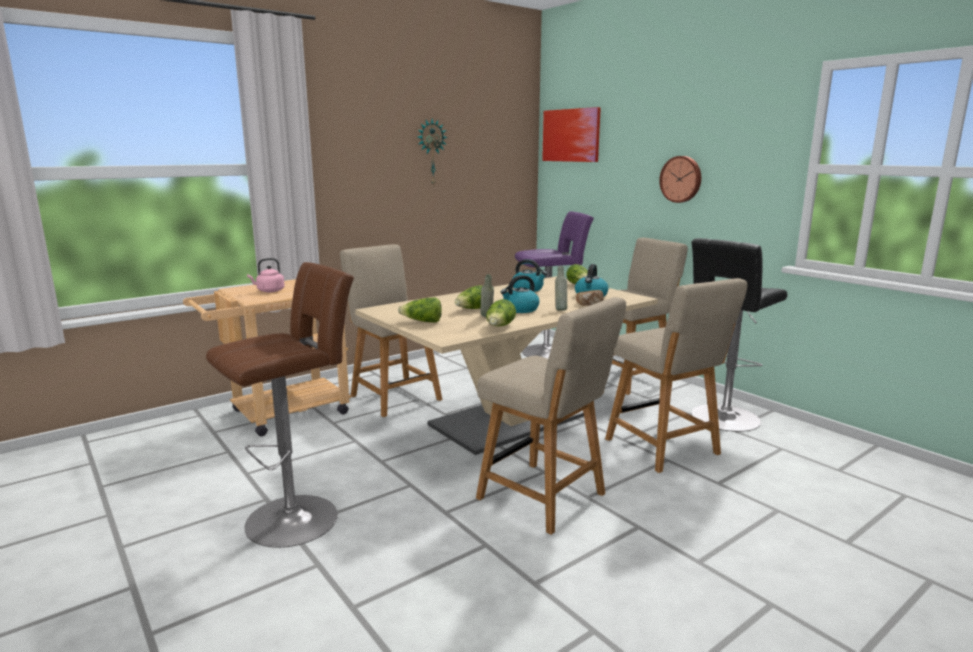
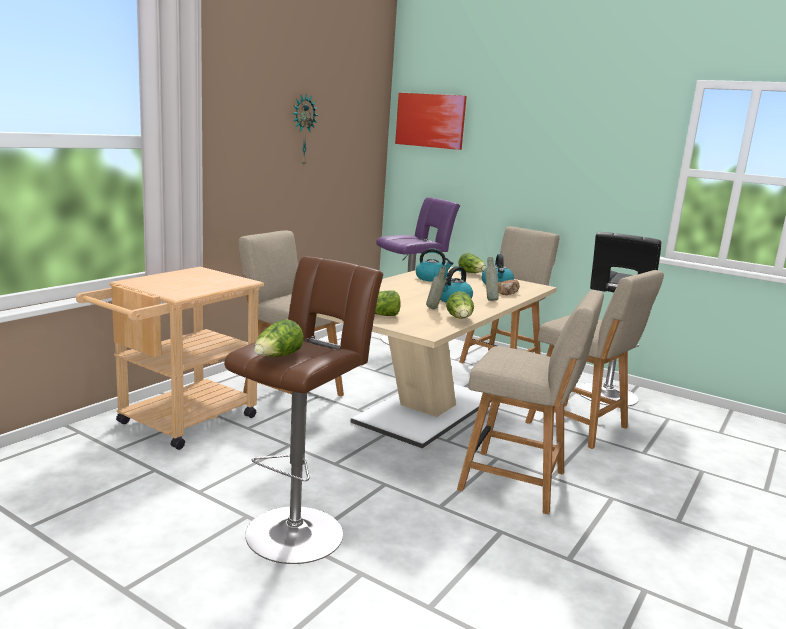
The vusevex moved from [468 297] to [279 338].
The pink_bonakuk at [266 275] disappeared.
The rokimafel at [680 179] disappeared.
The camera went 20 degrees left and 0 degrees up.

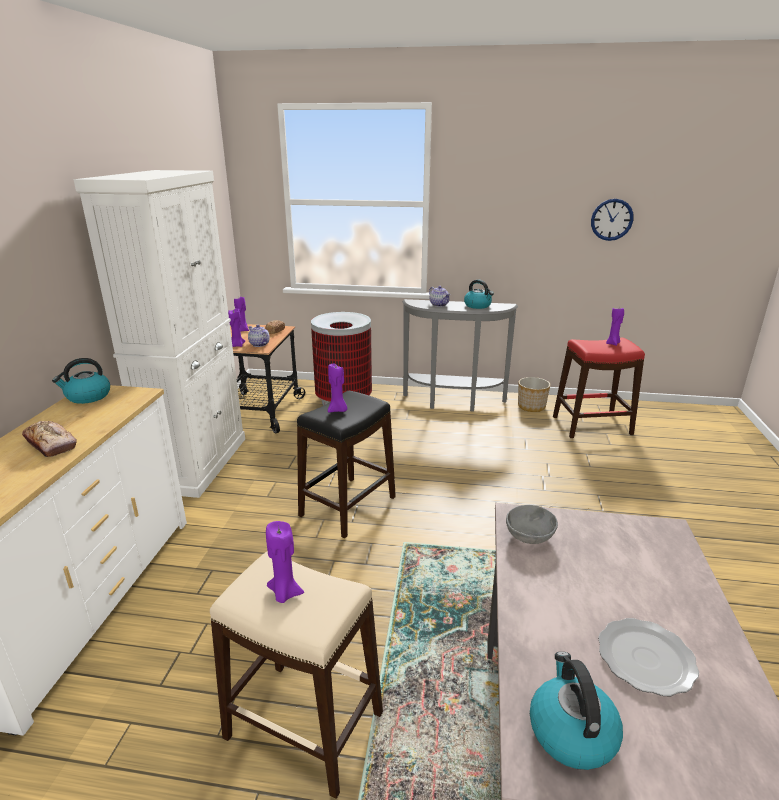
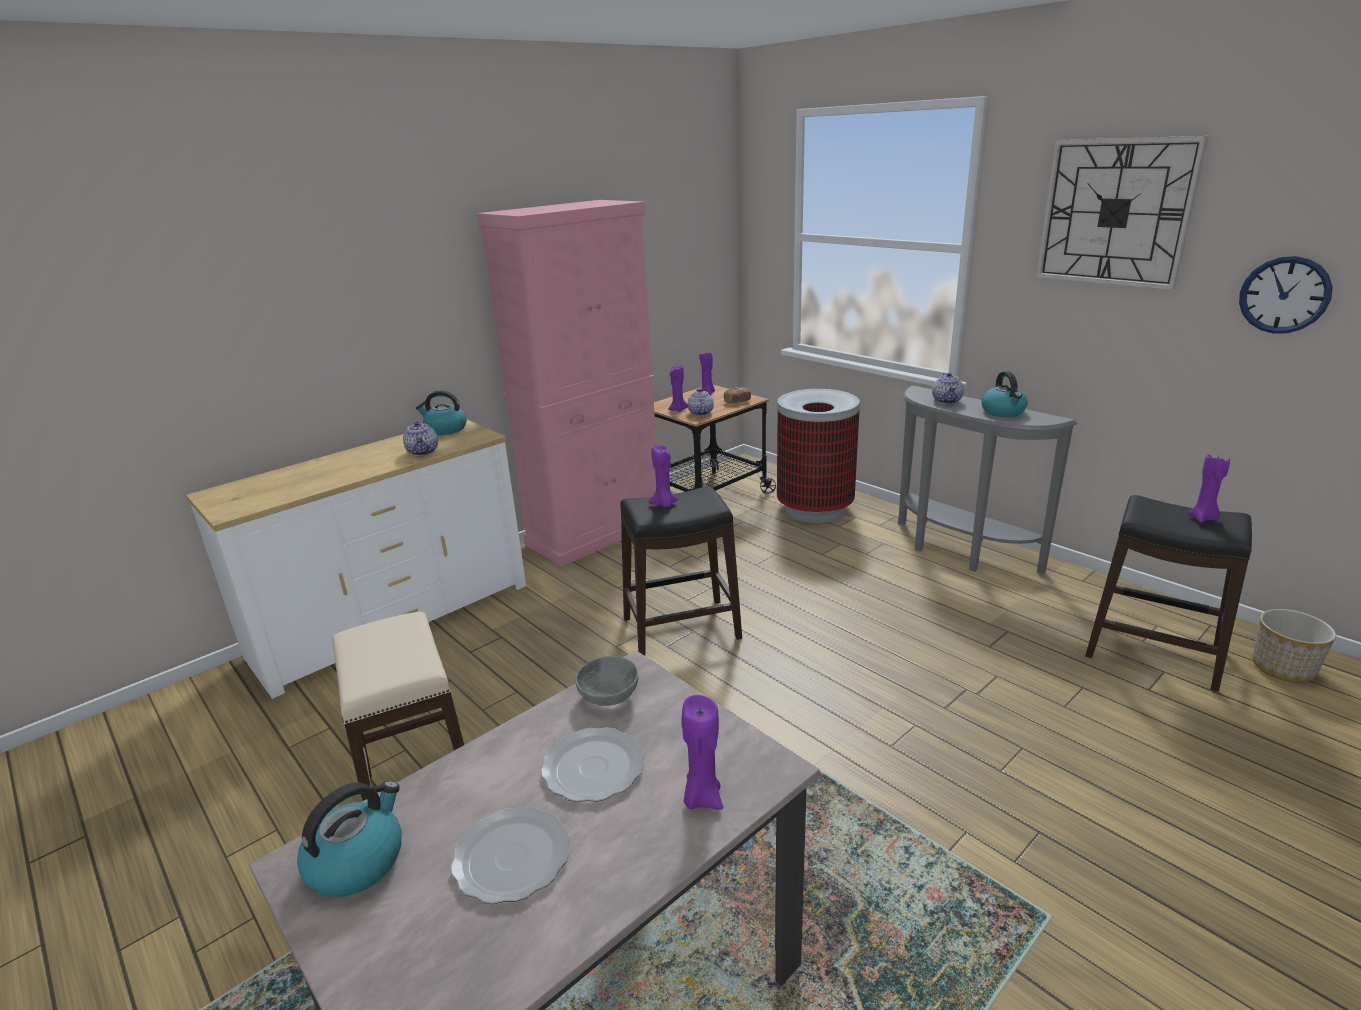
The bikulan at [420 438] appeared.
The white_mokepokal at [159 334] became the pink_mokepokal at [566 383].
The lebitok at [592 764] appeared.
The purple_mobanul moved from [285 562] to [702 752].
The rokimafel at [1122 213] appeared.
The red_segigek at [599 388] became the black_segigek at [1168 593].
The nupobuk moved from [534 394] to [1294 646].
The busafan at [49 439] disappeared.
The camera went 40 degrees right and 0 degrees up.

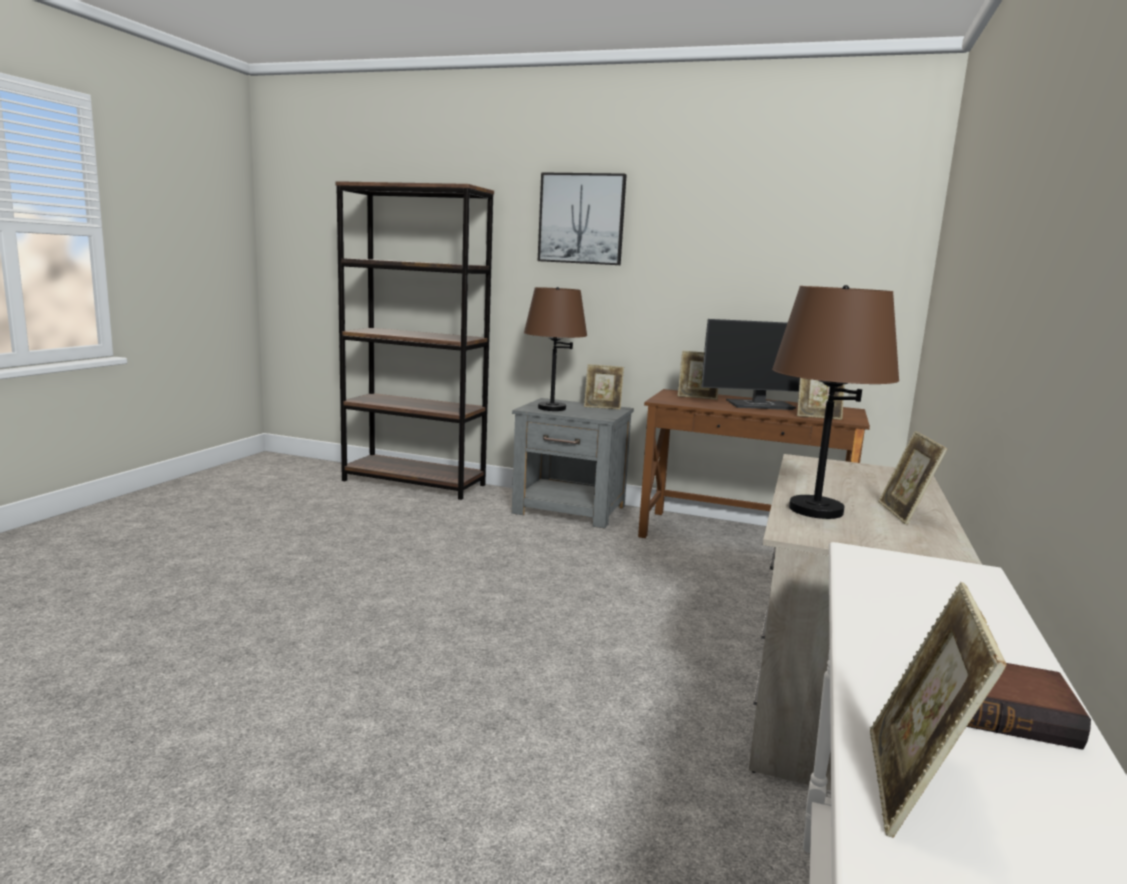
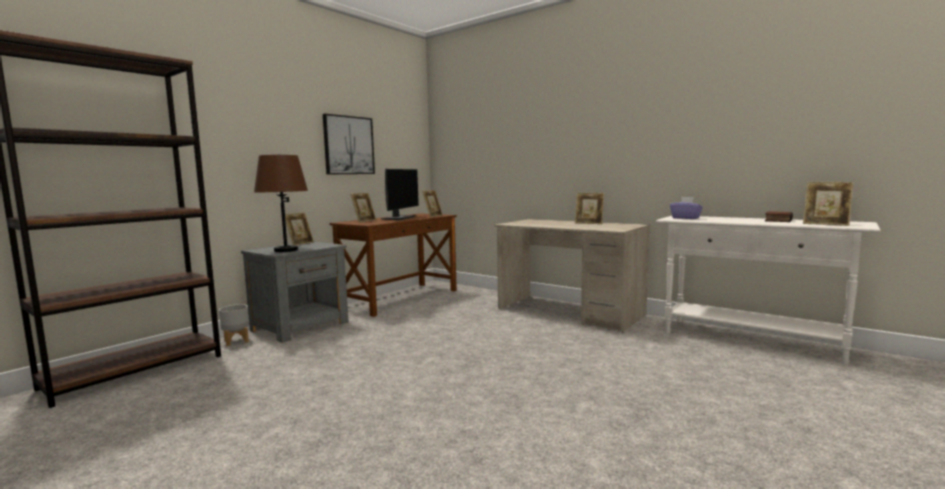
The grey_nupobuk at [234 325] appeared.
The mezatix moved from [582 218] to [349 144].
The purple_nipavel at [686 208] appeared.
The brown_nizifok at [835 402] disappeared.
The camera went 70 degrees left and 5 degrees down.

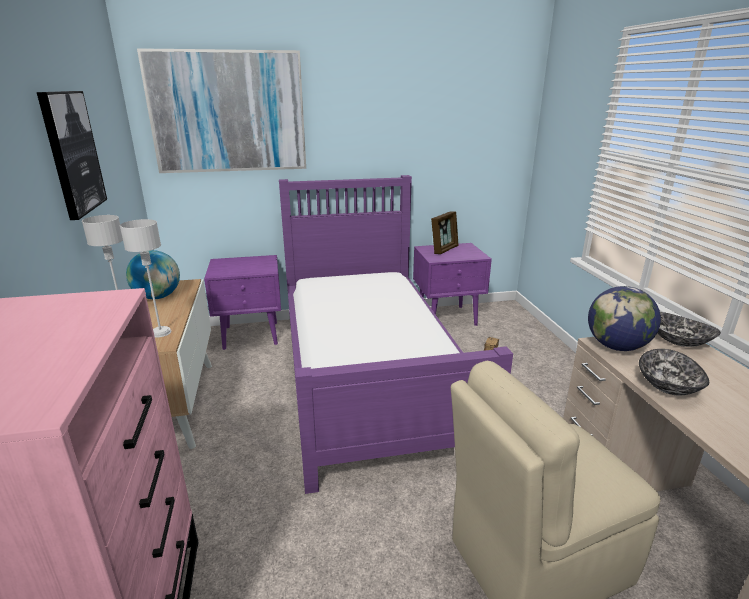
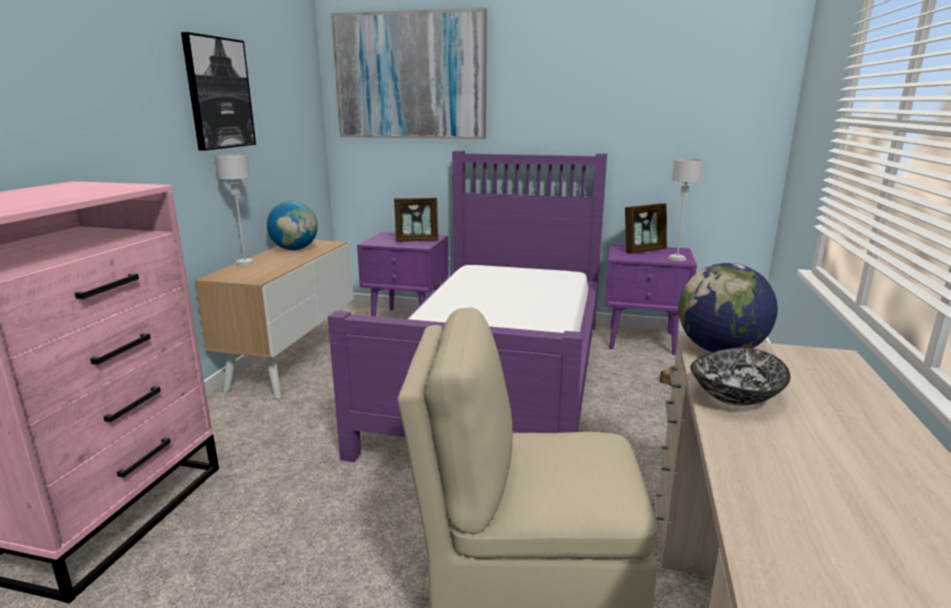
The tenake at [416 220] appeared.
The grey_nizifok moved from [145 278] to [685 210].
The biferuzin at [689 329] disappeared.
The camera went 25 degrees right and 5 degrees down.

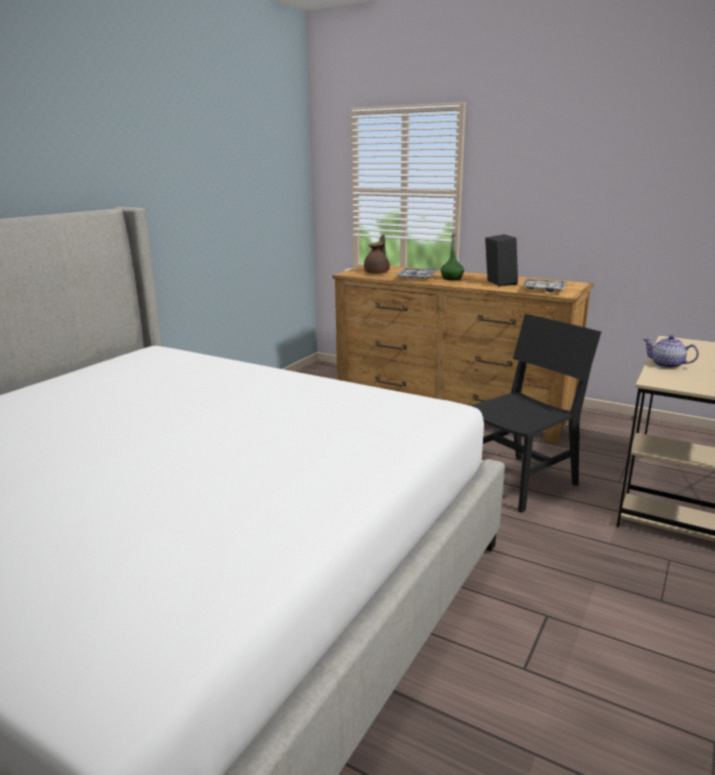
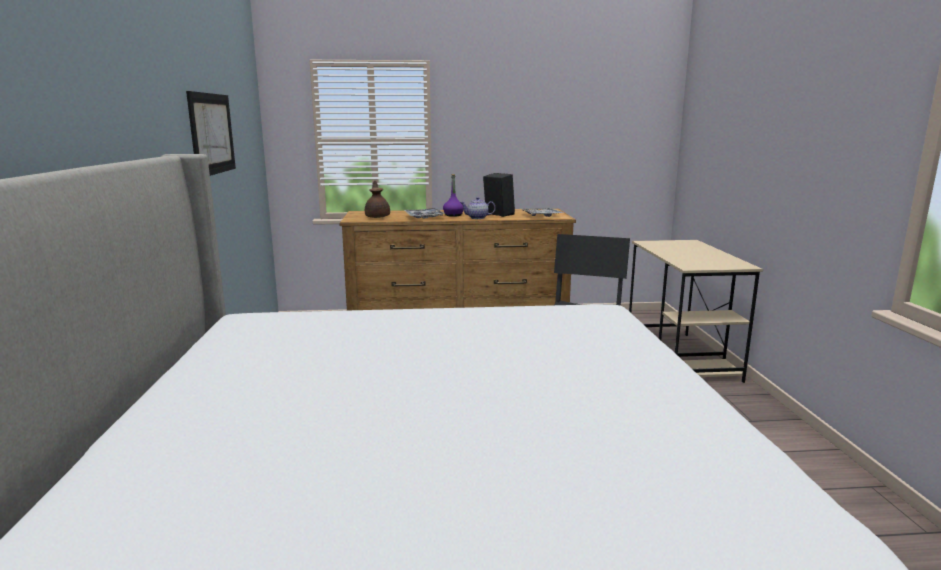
The mezatix at [211 133] appeared.
The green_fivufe at [452 256] became the purple_fivufe at [453 195].
The bikulan moved from [671 351] to [478 208].
The camera went 35 degrees left and 5 degrees down.

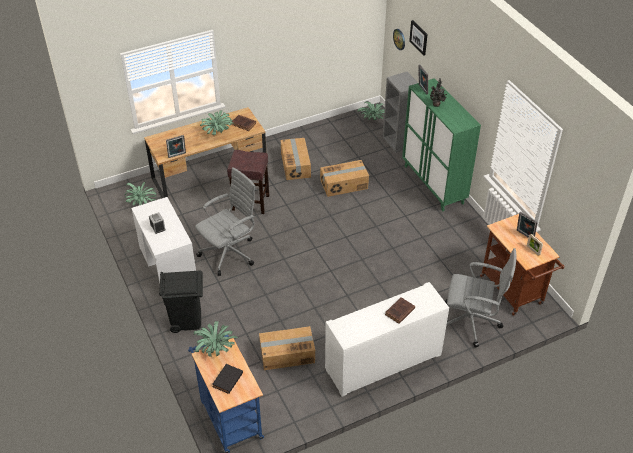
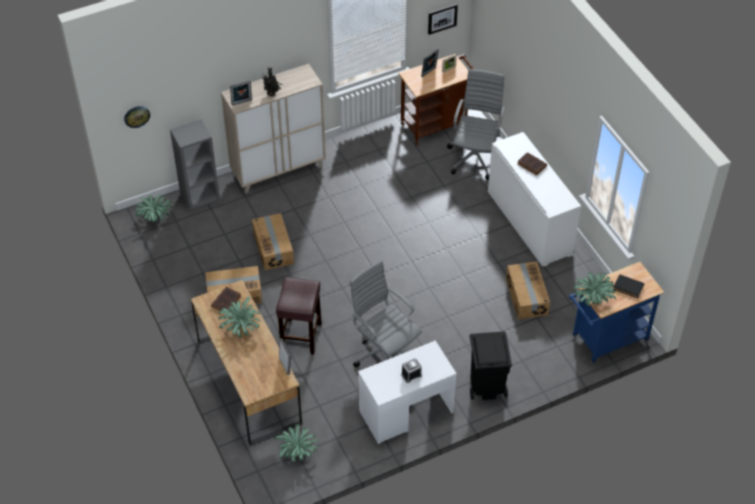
The green_mokepokal at [441 144] became the beige_mokepokal at [273 128].
The mezatix moved from [418 38] to [443 19].
The camera went 90 degrees left and 5 degrees up.

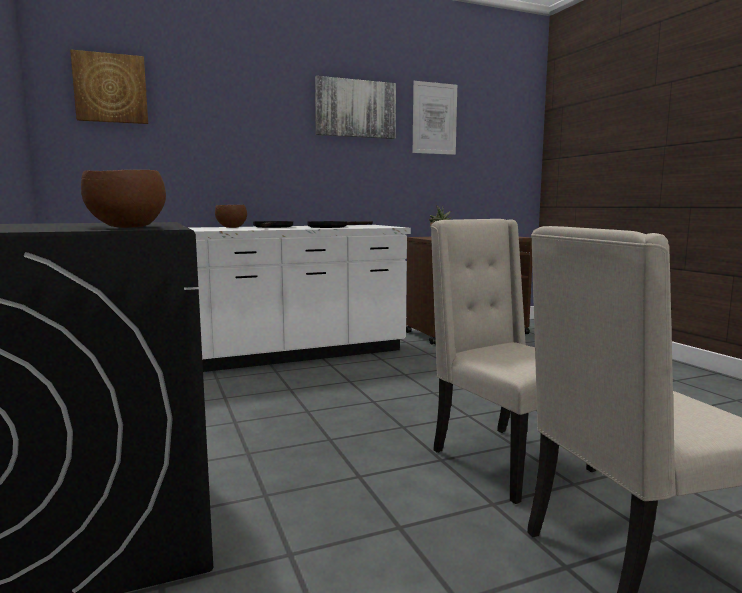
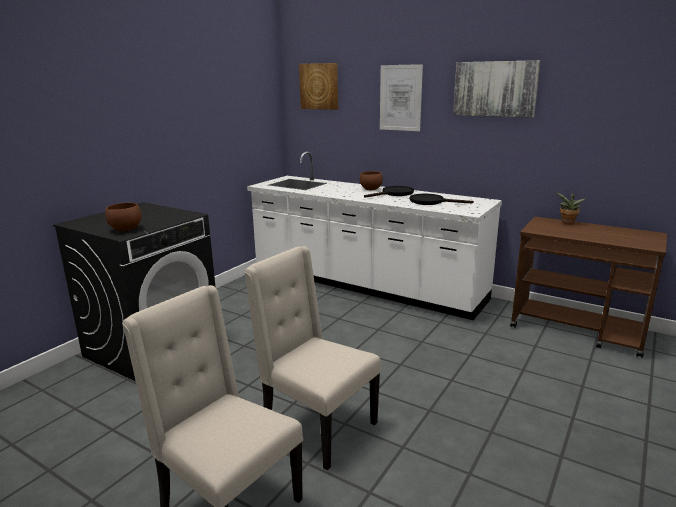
The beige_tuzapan at [514 361] turned 75 degrees counterclockwise.
The mezatix moved from [435 118] to [401 97].
The camera went 55 degrees right and 10 degrees up.

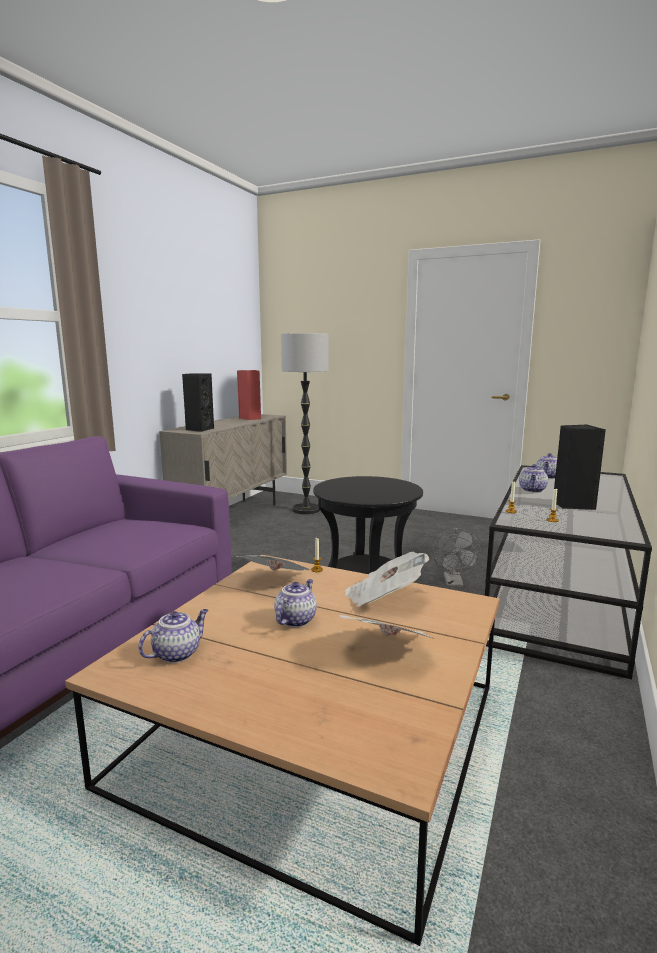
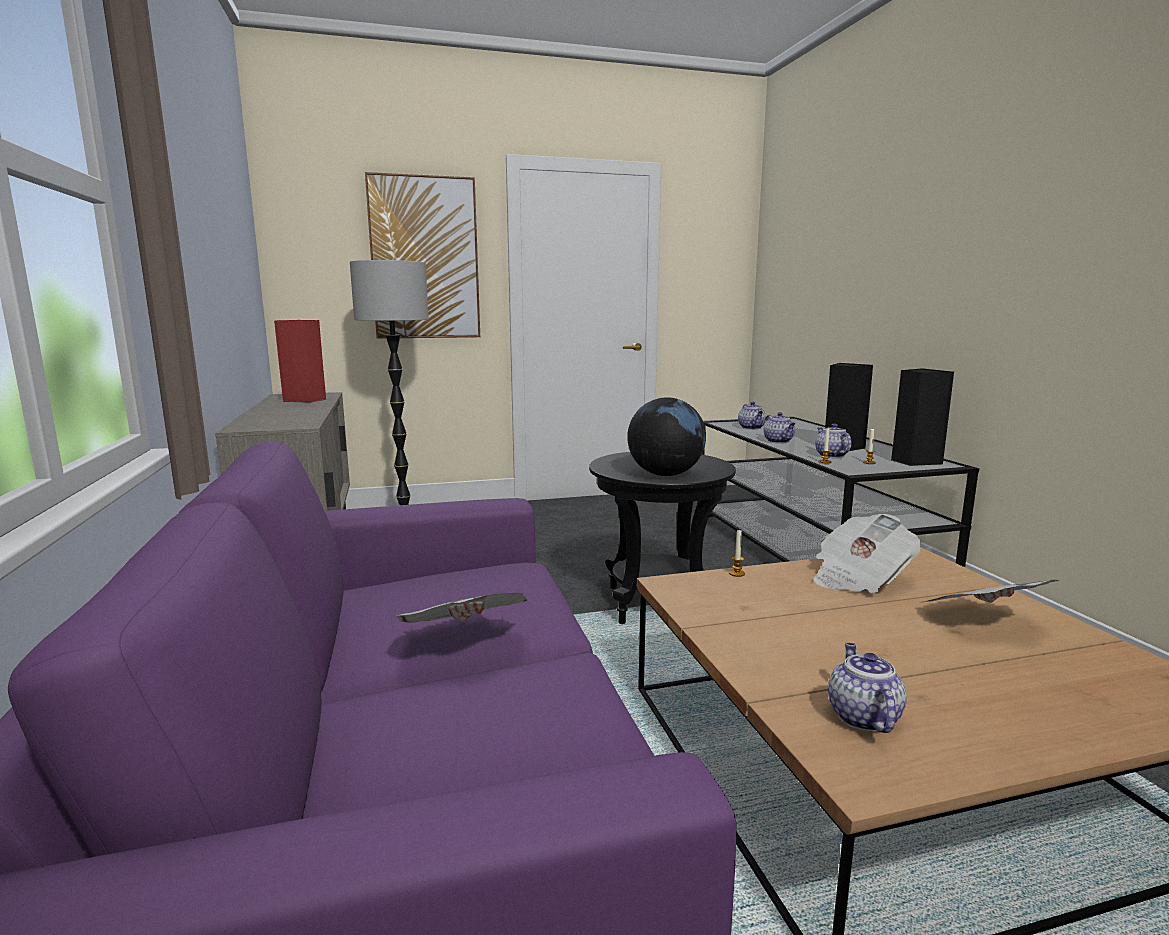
The mezatix at [422 255] appeared.
The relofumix moved from [273 563] to [461 608].
The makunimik at [666 436] appeared.
The bikulan moved from [295 603] to [833 440].
The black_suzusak moved from [198 402] to [922 417].
The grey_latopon at [457 557] disappeared.
The camera went 40 degrees left and 0 degrees up.

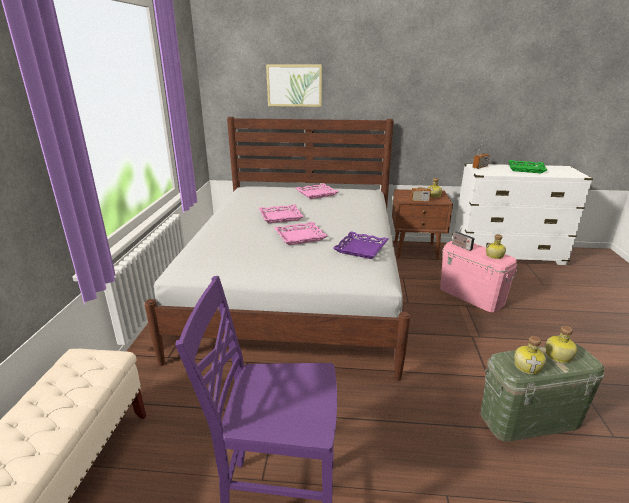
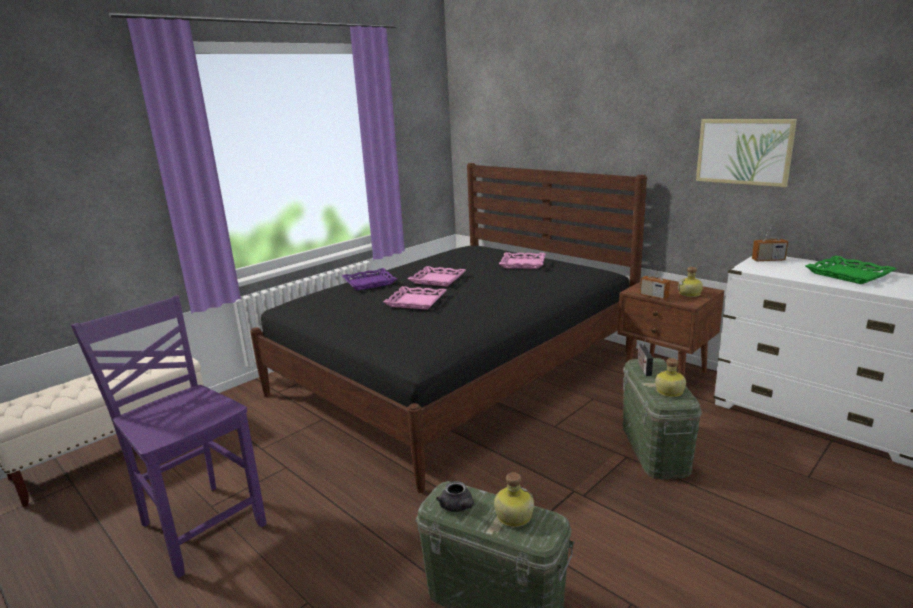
The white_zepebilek at [277 249] became the black_zepebilek at [448 328].
The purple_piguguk moved from [361 245] to [369 279].
The fivufe at [530 355] was replaced by the grey_bikulan at [455 496].
The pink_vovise at [479 276] became the green_vovise at [662 418].
The mezatix moved from [294 85] to [746 153].
The camera went 40 degrees right and 5 degrees down.

